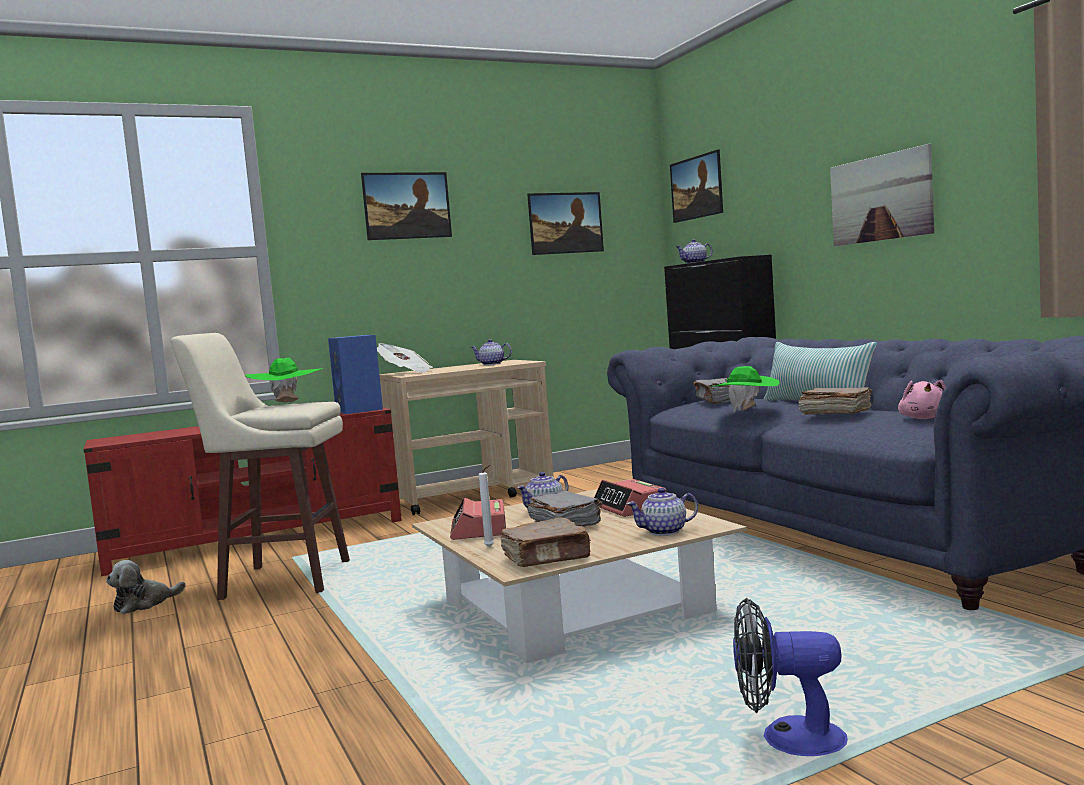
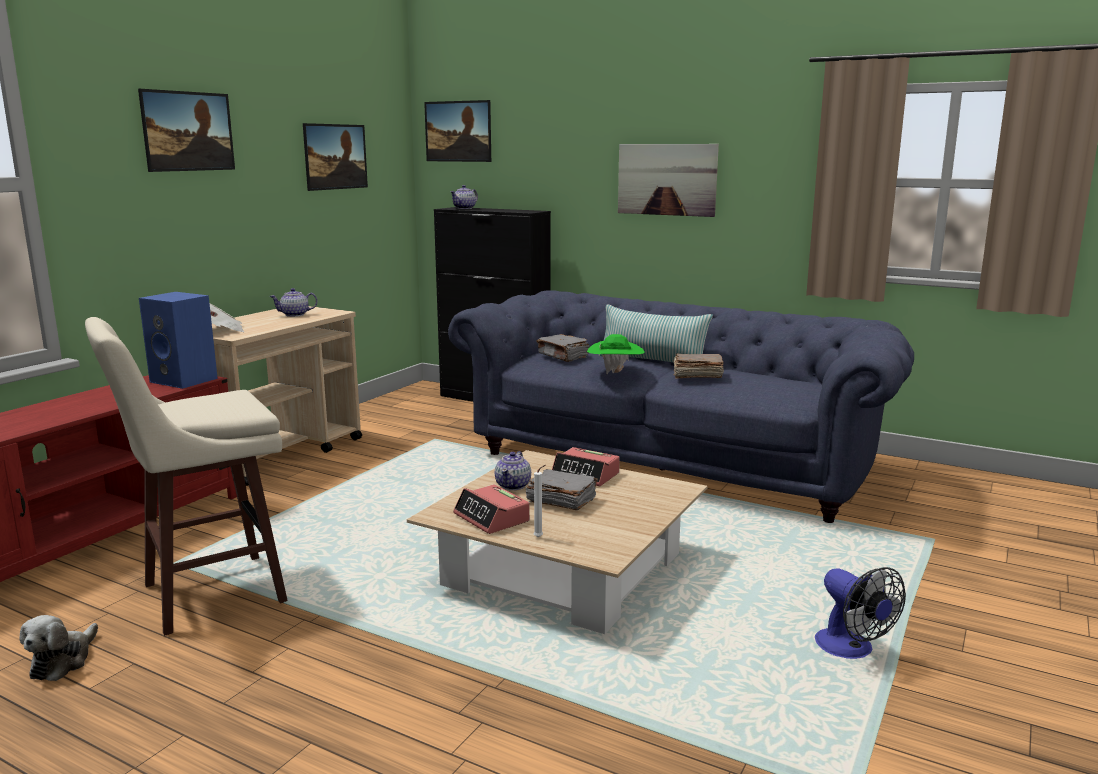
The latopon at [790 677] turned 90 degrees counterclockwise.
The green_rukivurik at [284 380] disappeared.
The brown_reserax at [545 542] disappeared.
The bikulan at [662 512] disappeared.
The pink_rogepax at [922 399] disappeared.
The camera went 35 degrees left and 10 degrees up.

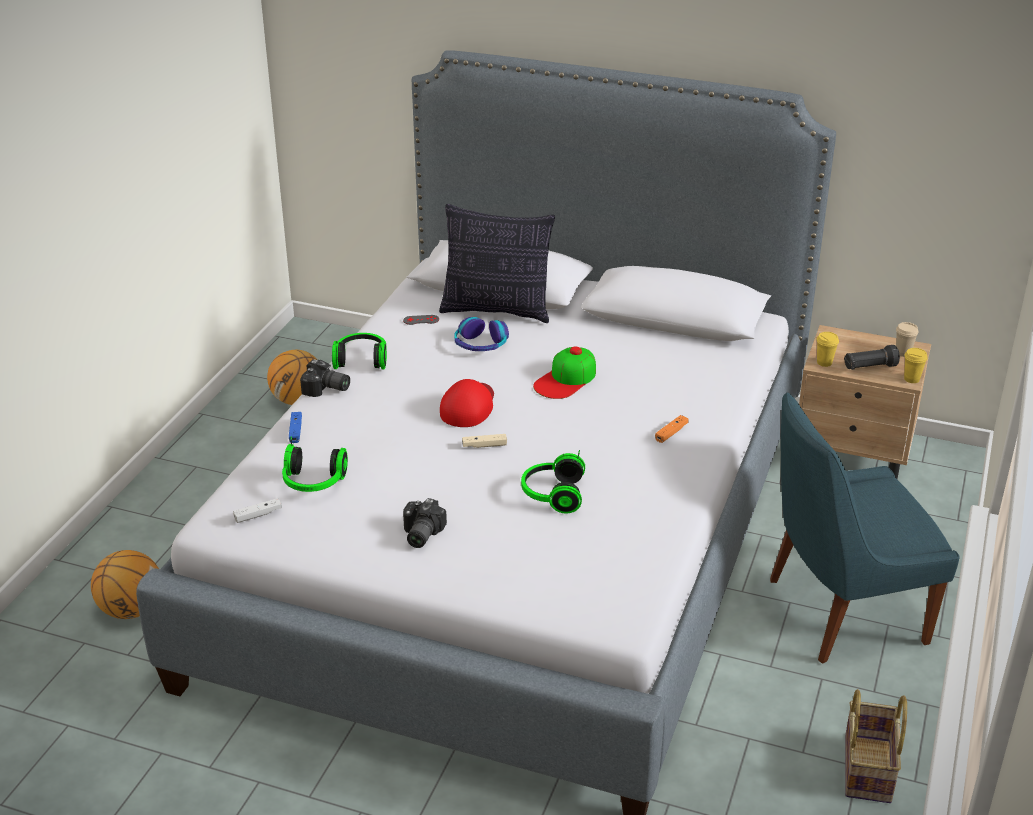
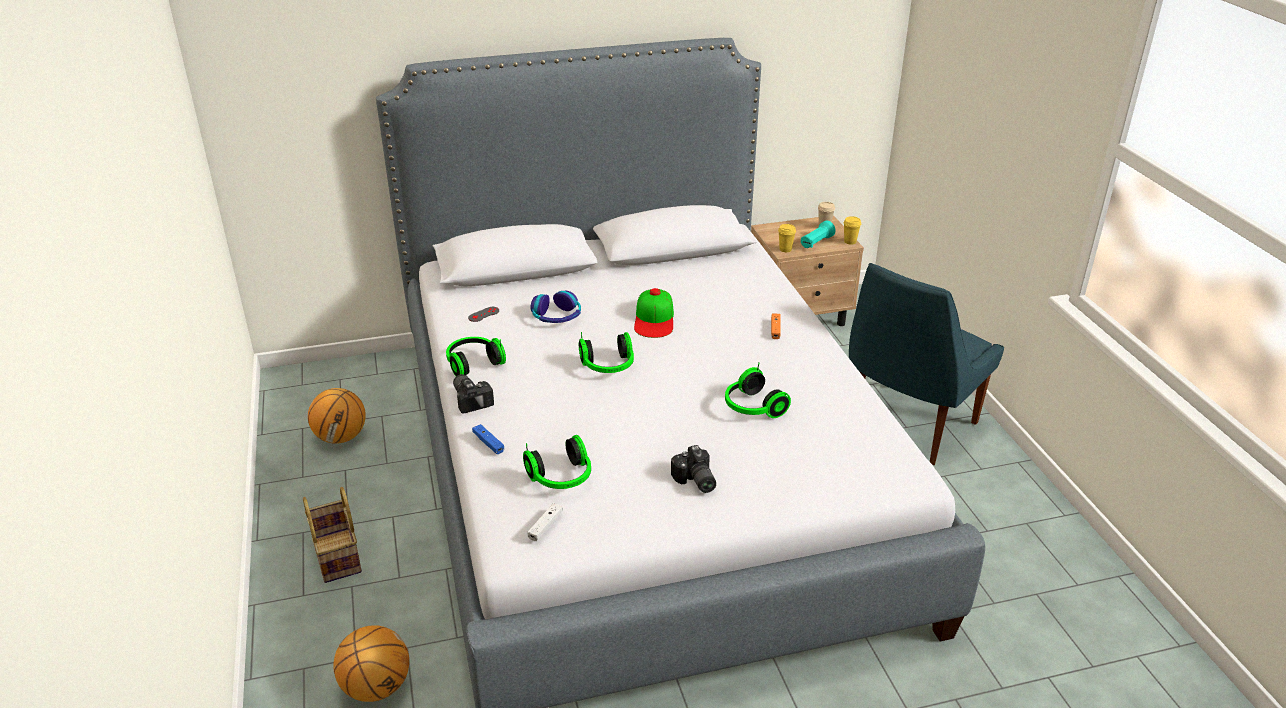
The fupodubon moved from [876 746] to [332 535].
The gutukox at [325 378] turned 105 degrees counterclockwise.
The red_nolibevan at [467 403] was replaced by the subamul at [606 352].
The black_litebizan at [872 357] became the turquoise_litebizan at [818 234].
The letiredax at [497 263] disappeared.
The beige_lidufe at [484 441] disappeared.
The camera went 35 degrees left and 0 degrees up.

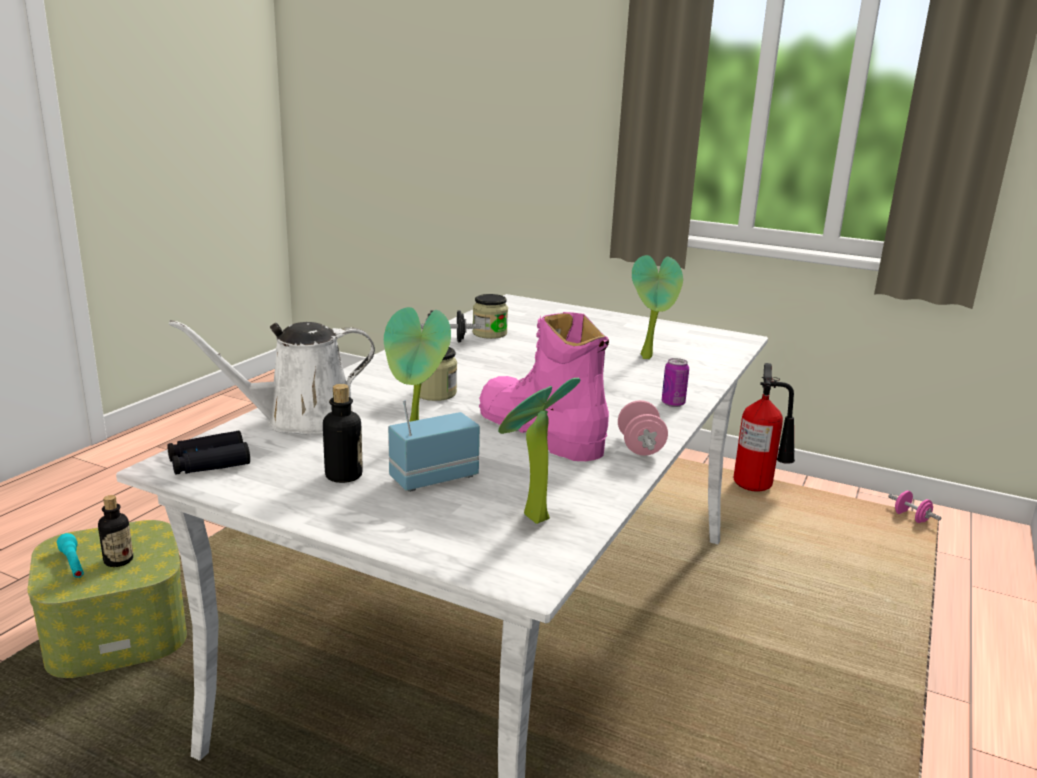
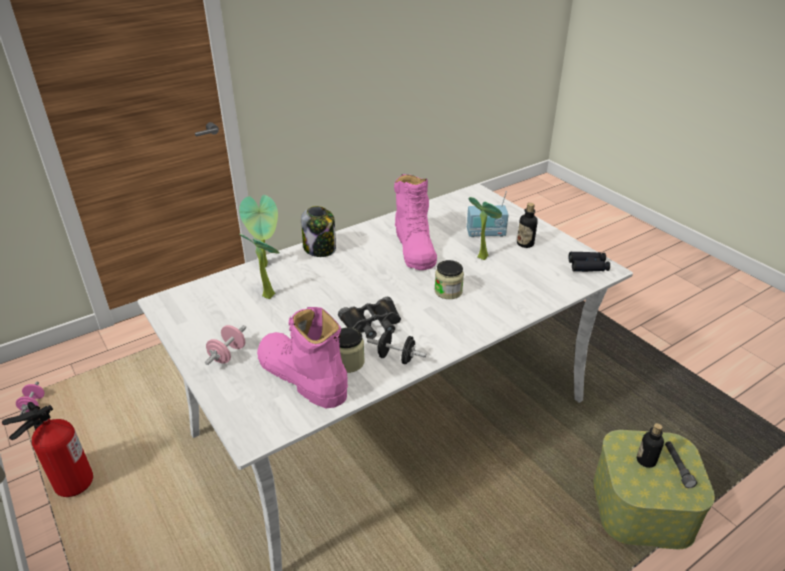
The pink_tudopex moved from [643 428] to [225 345].
The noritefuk moved from [539 450] to [258 231].
The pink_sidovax at [302 357] appeared.
The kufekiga at [675 382] was replaced by the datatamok at [318 231].
The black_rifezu at [369 318] appeared.
The turquoise_litebizan at [70 555] became the grey_litebizan at [681 464].
The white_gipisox at [272 377] disappeared.
The camera went 150 degrees left and 15 degrees up.

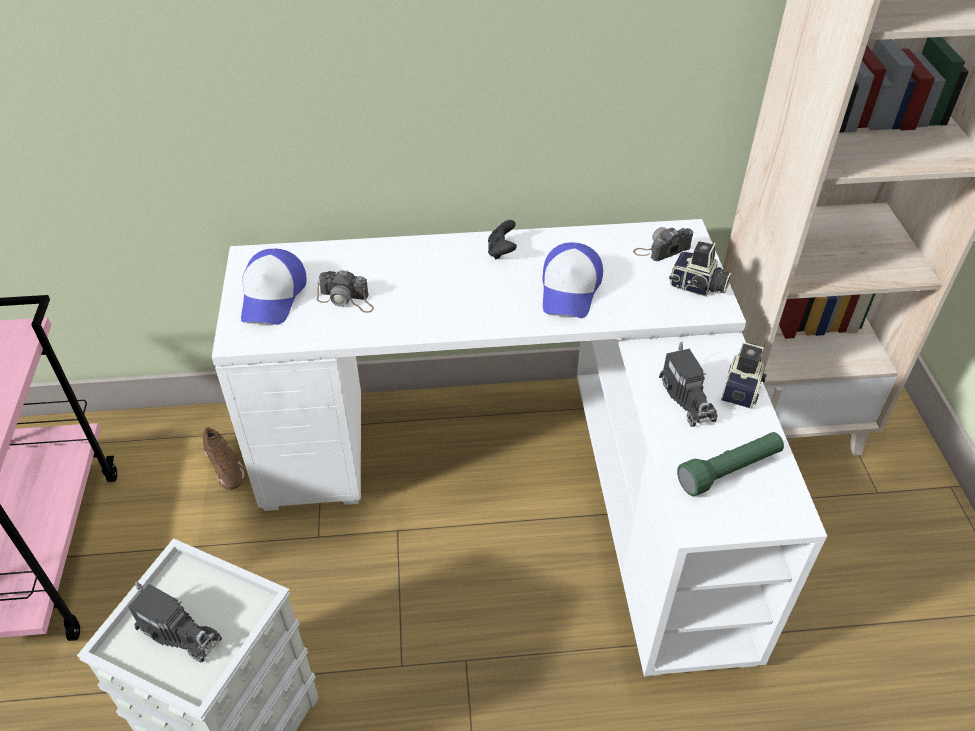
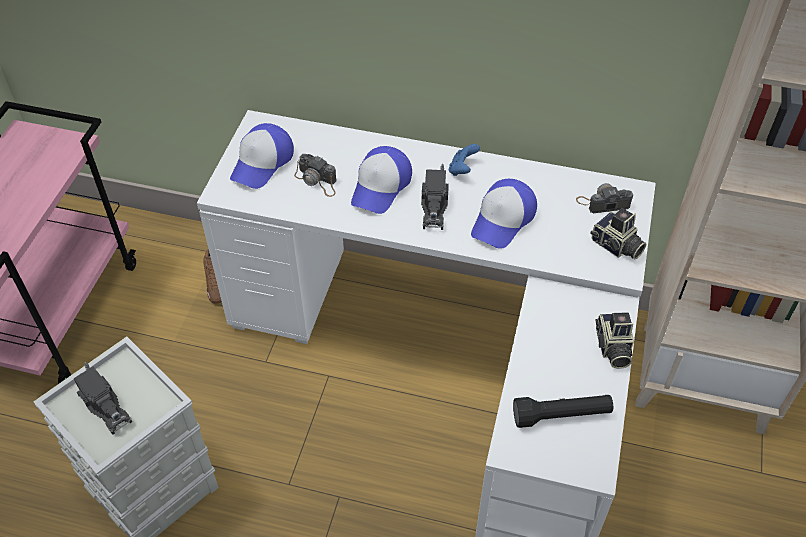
The nolibevan at [381 180] appeared.
The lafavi moved from [688 384] to [435 197].
The black_lidufe at [502 239] became the blue_lidufe at [464 160].
The green_litebizan at [730 464] became the black_litebizan at [563 411].
The gutukox at [744 375] turned 135 degrees clockwise.
The camera went 20 degrees right and 5 degrees up.

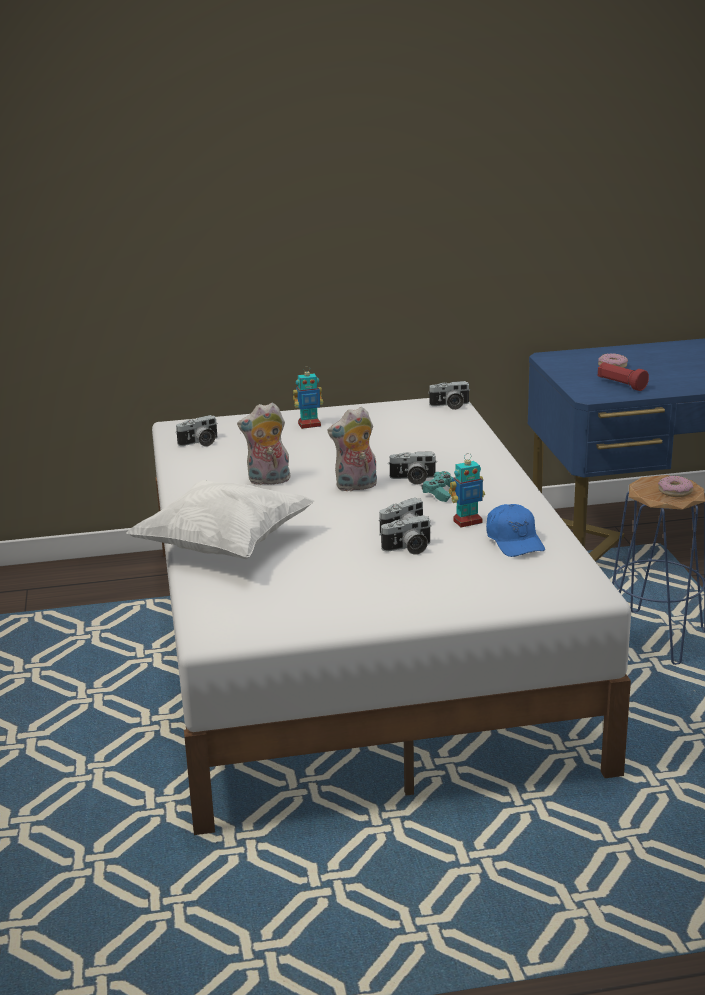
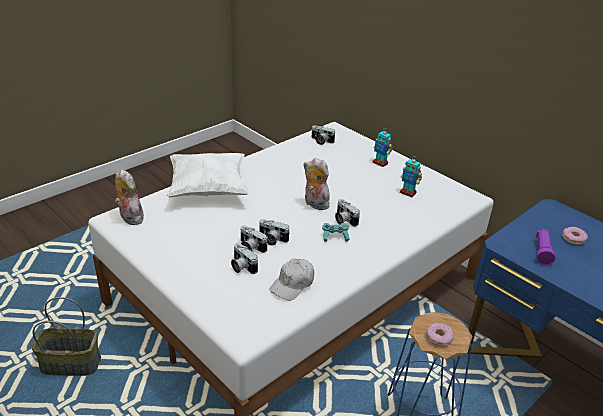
The fupodubon at [66 336] appeared.
The rogepax moved from [264 444] to [129 197].
The gutukox moved from [449 395] to [244 258].
The blue_nolibevan at [515 530] became the white_nolibevan at [291 280].
The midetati moved from [467 490] to [411 178].
The red_litebizan at [623 376] became the purple_litebizan at [545 247].
The camera went 55 degrees right and 10 degrees up.

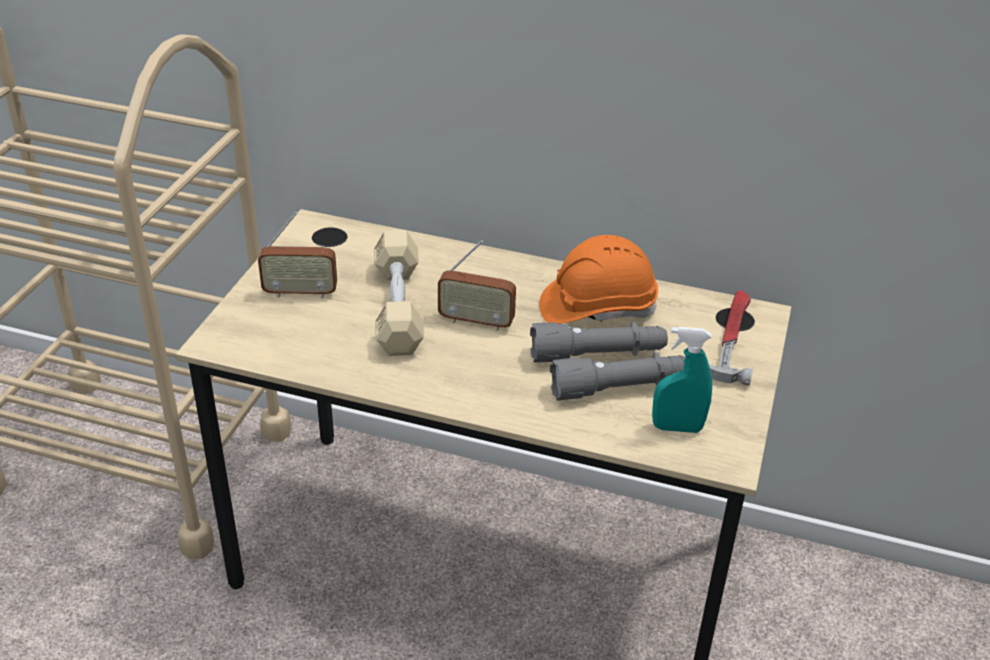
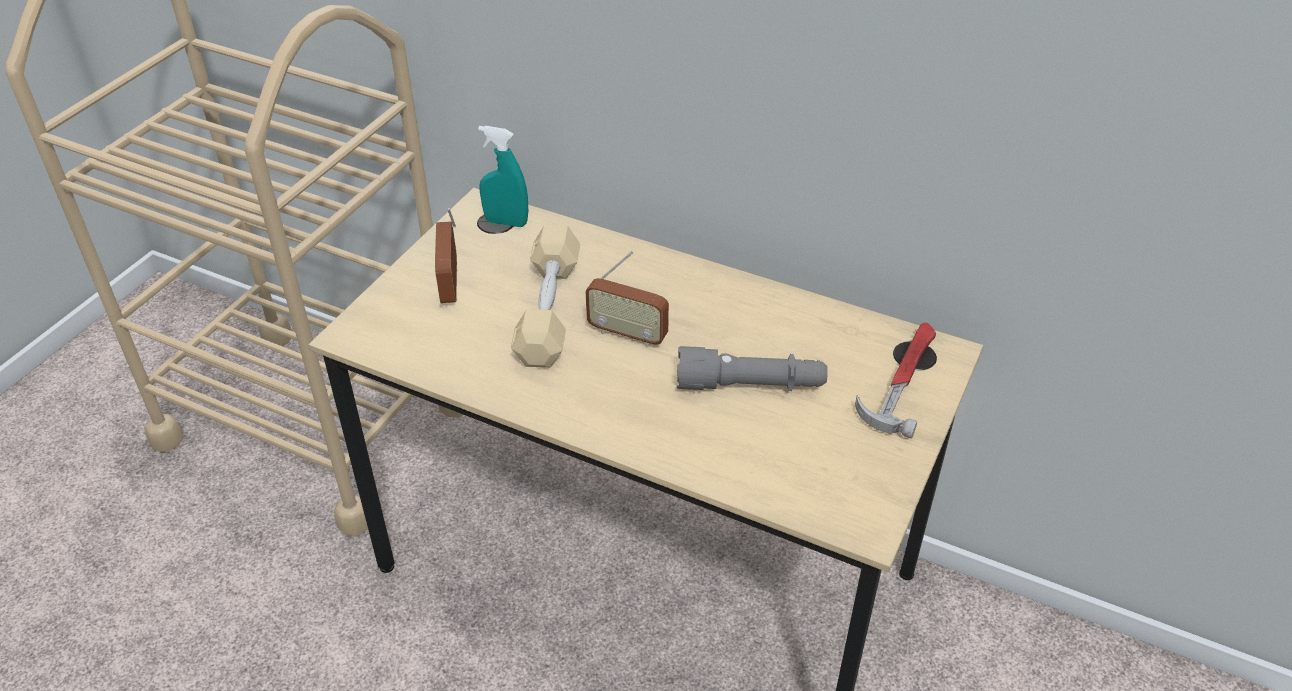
The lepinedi at [297 255] turned 75 degrees clockwise.
The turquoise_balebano moved from [682 380] to [503 176].
The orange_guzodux at [598 279] disappeared.
The grey_litebizan at [618 376] disappeared.
The camera went 10 degrees right and 5 degrees up.

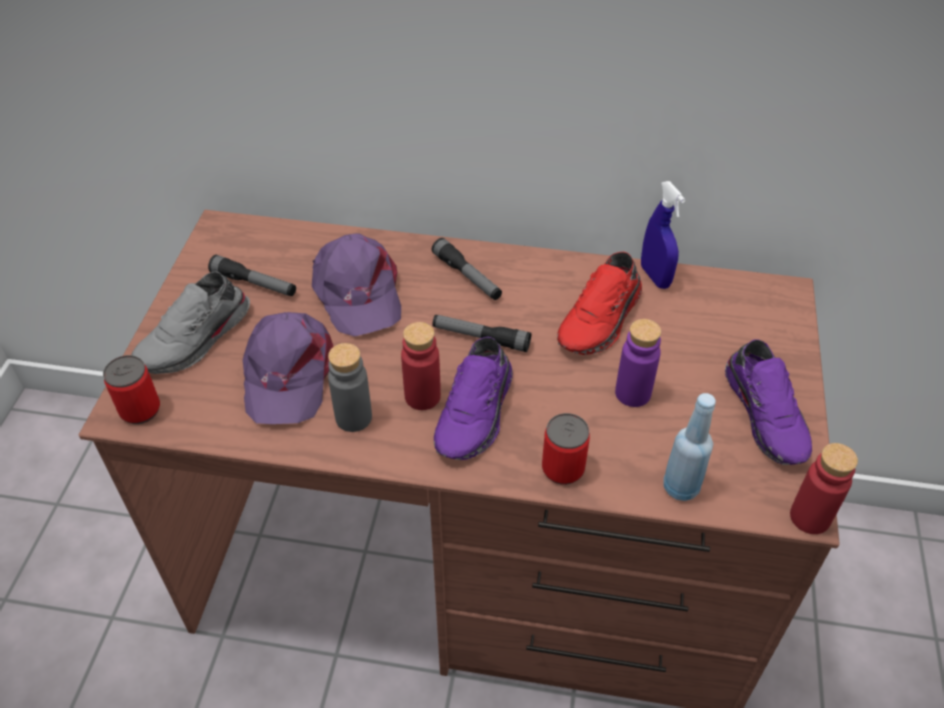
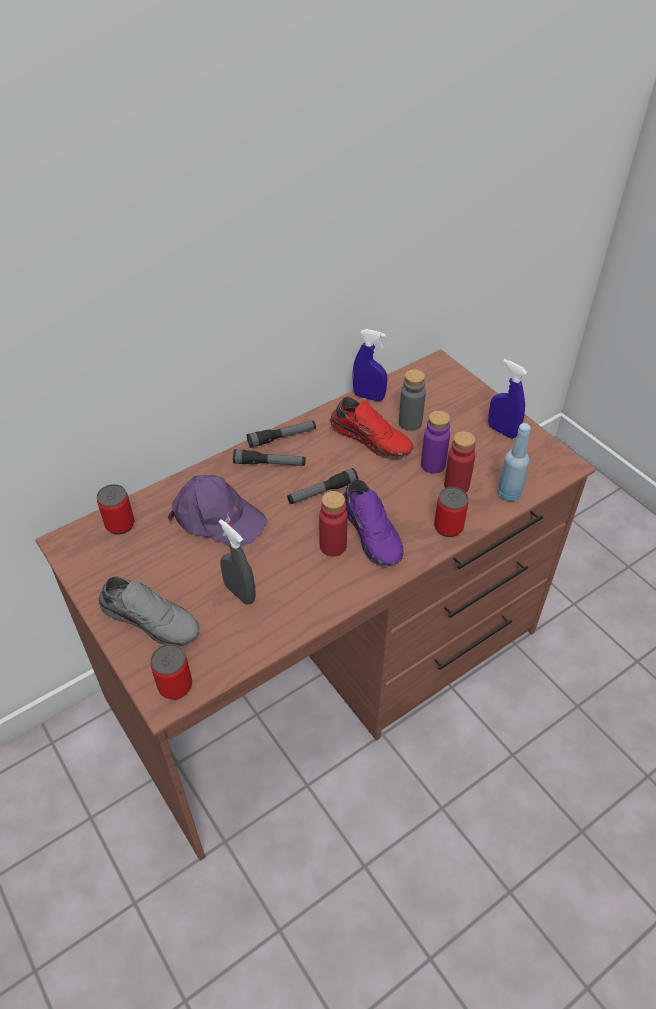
The kufekiga at [115 509] appeared.
The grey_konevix at [190 323] turned 60 degrees counterclockwise.
The purple_nolibevan at [288 368] was replaced by the grey_balebano at [237 562].
The litebizan moved from [252 275] to [281 434].
The red_konevix at [599 303] turned 45 degrees counterclockwise.
The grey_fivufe moved from [350 387] to [412 400].
The red_fivufe moved from [824 488] to [460 461].
The purple_konevix at [768 402] was replaced by the blue_balebano at [508 399].
The camera went 45 degrees left and 0 degrees up.

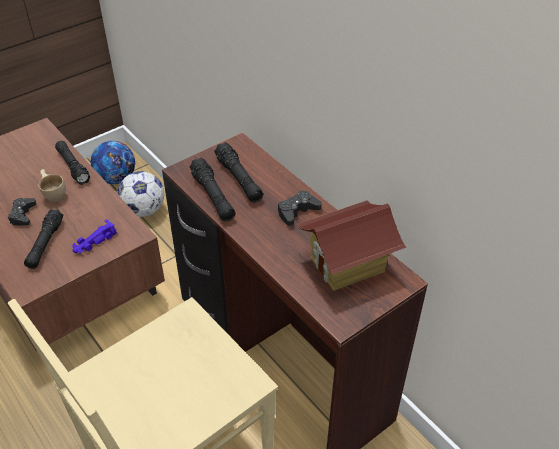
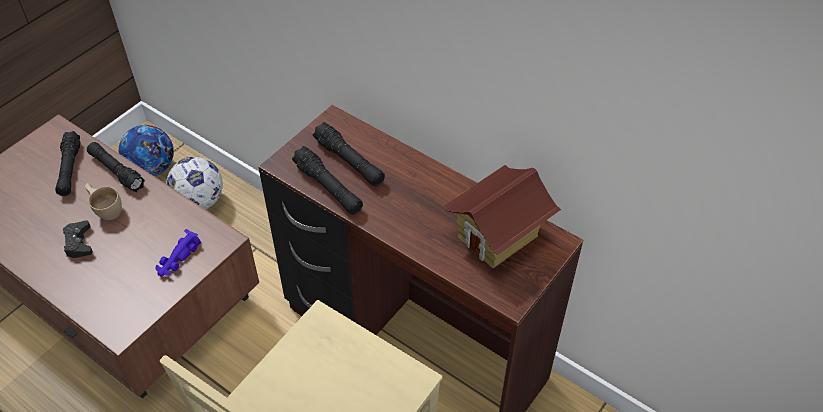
The black_litebizan moved from [43 239] to [68 163].
The black_lidufe at [300 208] disappeared.
The camera went 15 degrees left and 5 degrees up.

